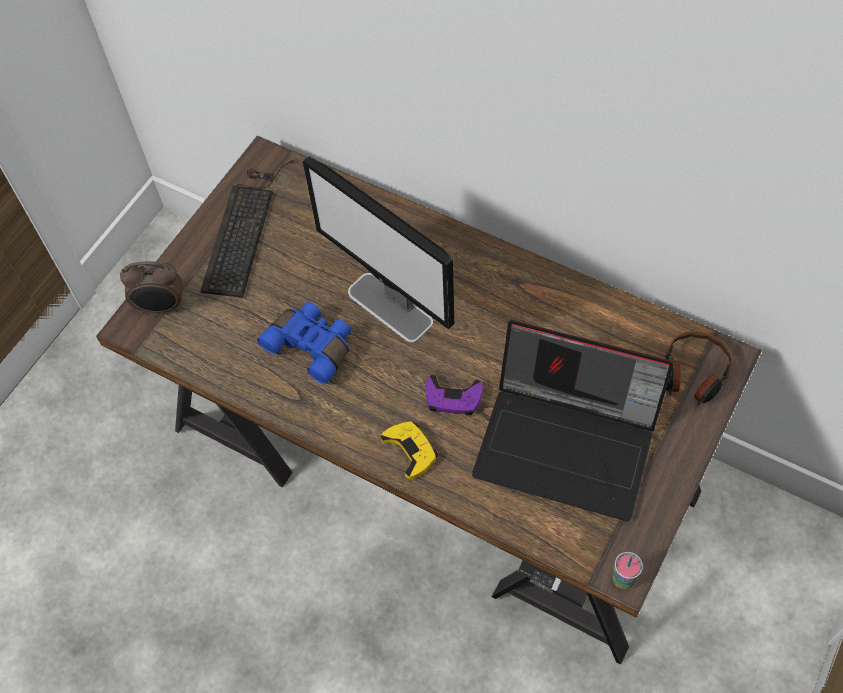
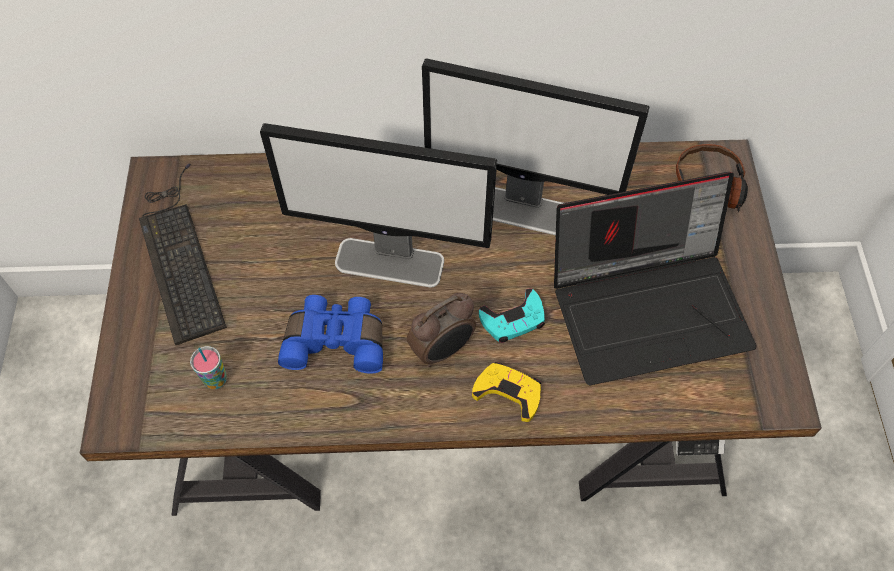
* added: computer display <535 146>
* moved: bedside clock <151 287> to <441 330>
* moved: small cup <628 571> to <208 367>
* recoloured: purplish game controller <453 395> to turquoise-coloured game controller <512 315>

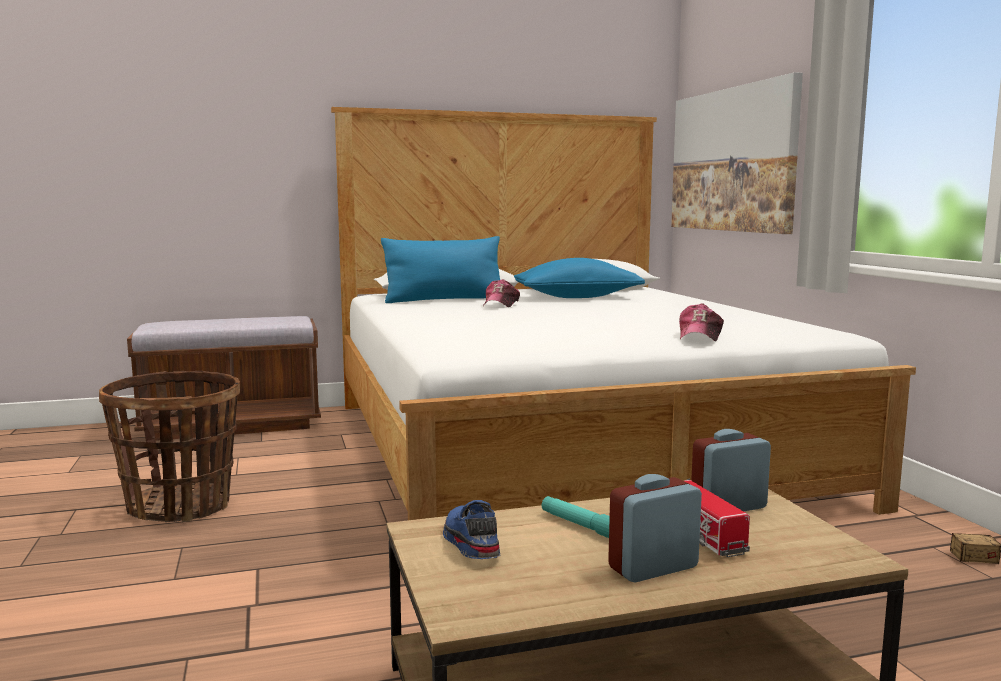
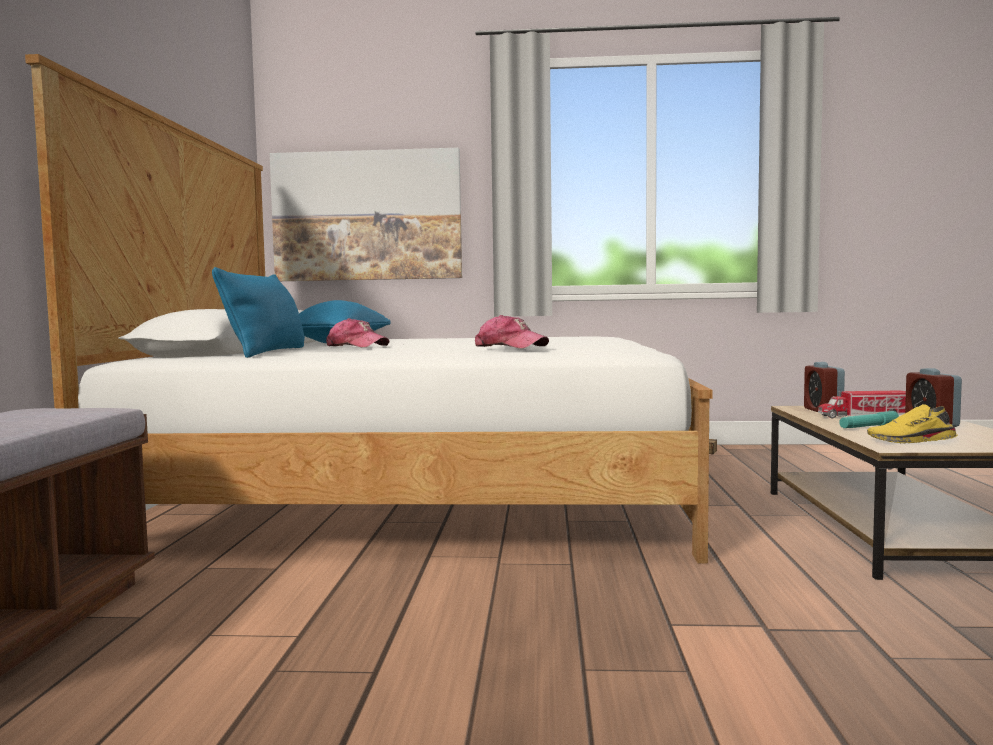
* removed: basket <169 446>
* moved: peaked cap <701 322> to <512 331>
* recoloured: blue-coloured low shoe <471 529> to yellow low shoe <912 424>

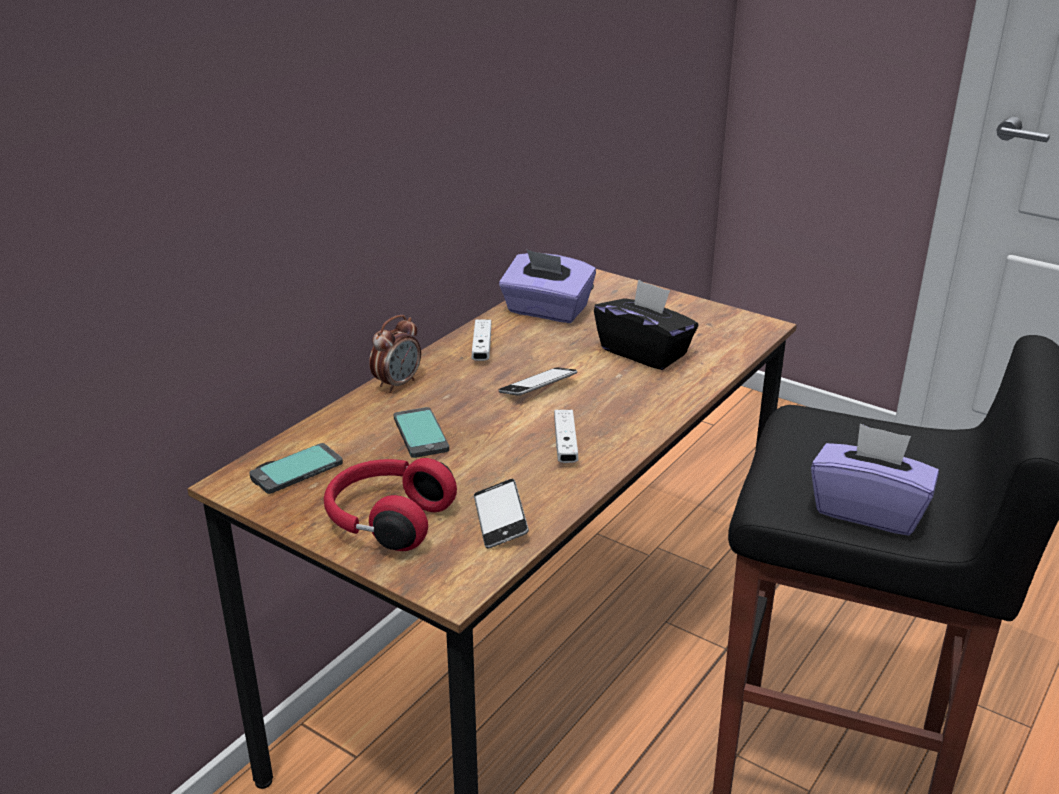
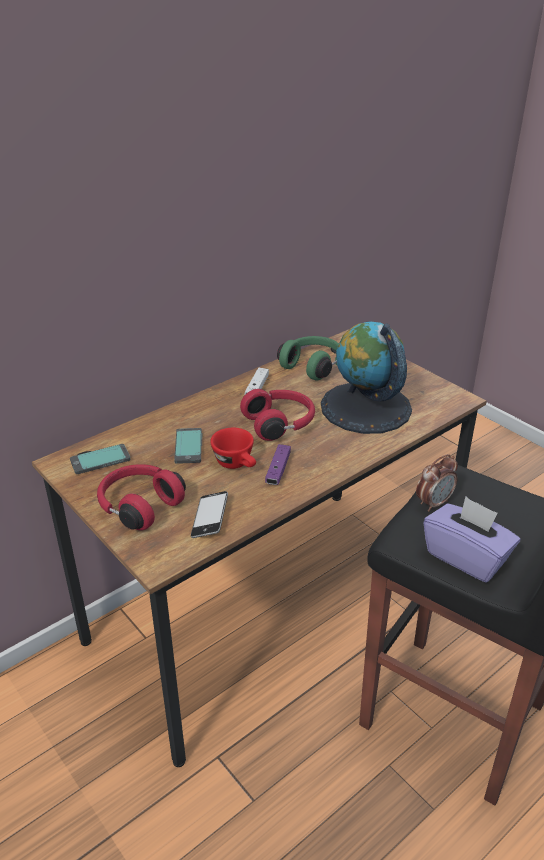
* added: red small cup <233 448>
* moved: bedside clock <395 354> to <437 483>
* replaced: purplish tissue box <547 286> to green headphones <308 358>
* replaced: handset <538 381> to red headphones <277 415>
* replaced: black-coloured tissue box <646 324> to world globe <366 378>
* recoloured: white-coloured game controller <566 436> to purplish game controller <278 464>

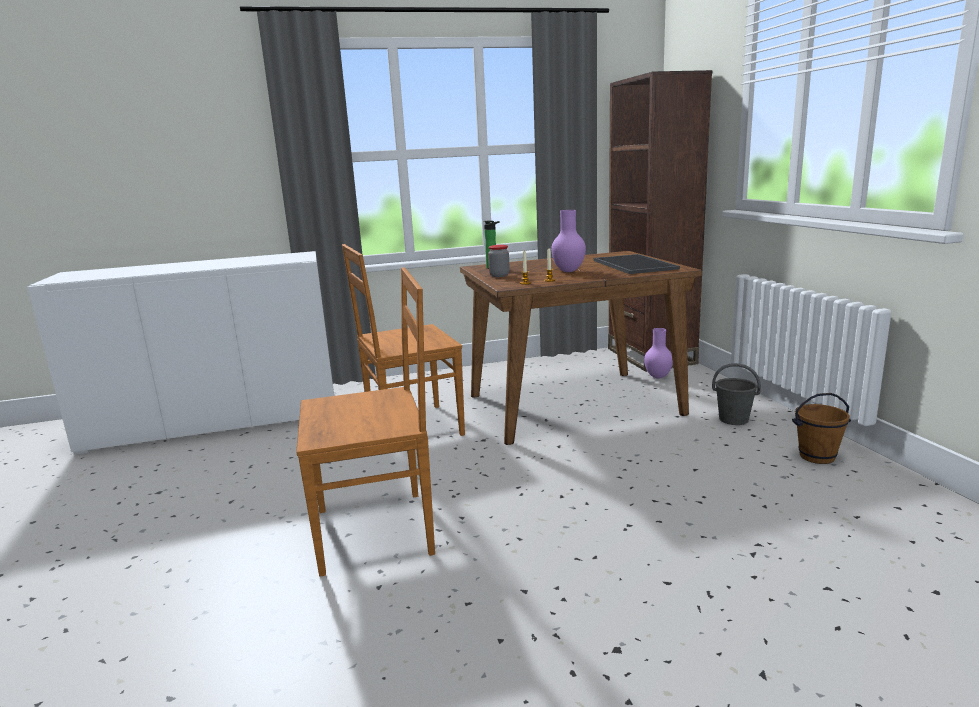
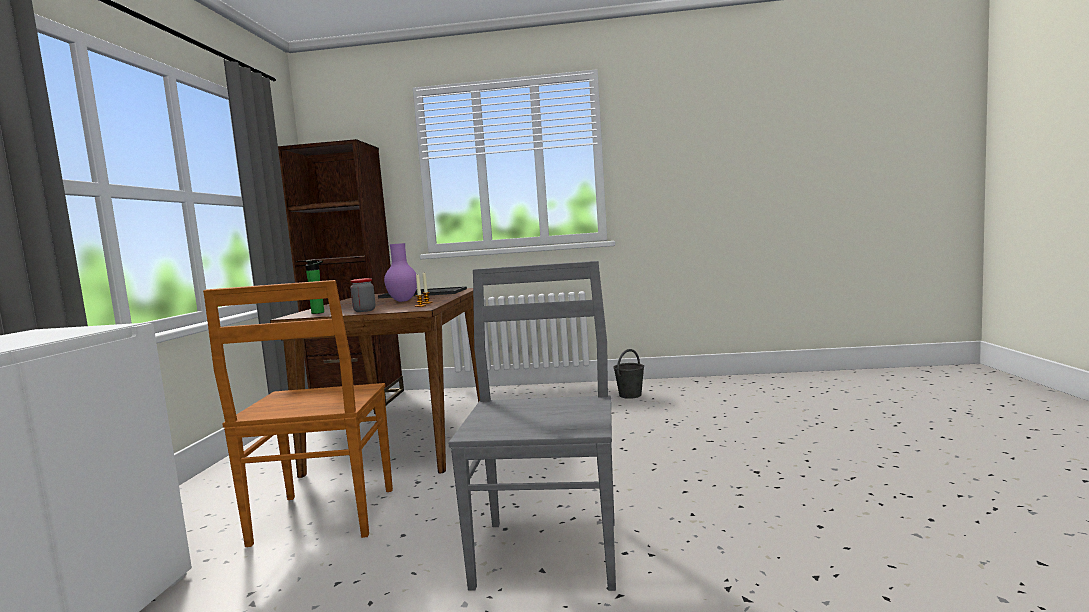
* removed: purplish decorative vase <658 353>
* removed: brownish pail <821 428>
* moved: gray pail <736 394> to <628 374>
* recoloured: brownish upright chair <365 422> to gray upright chair <532 426>

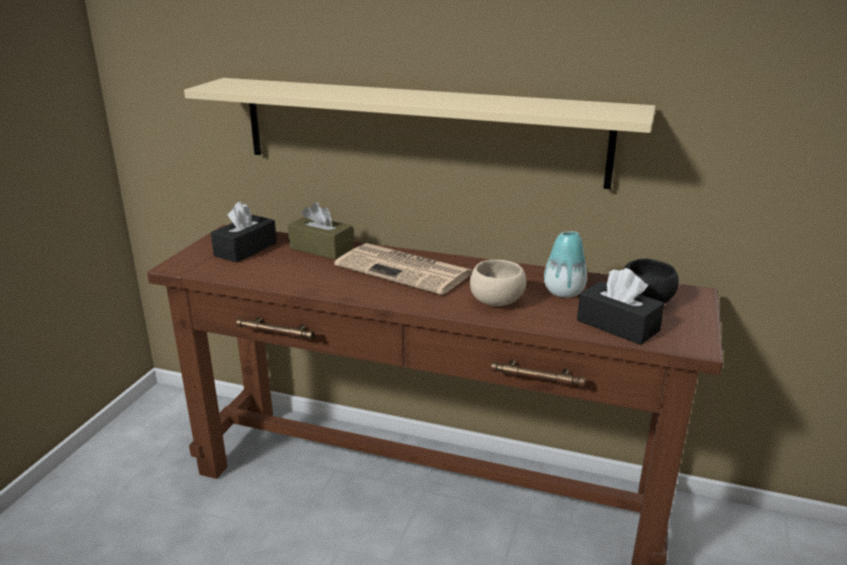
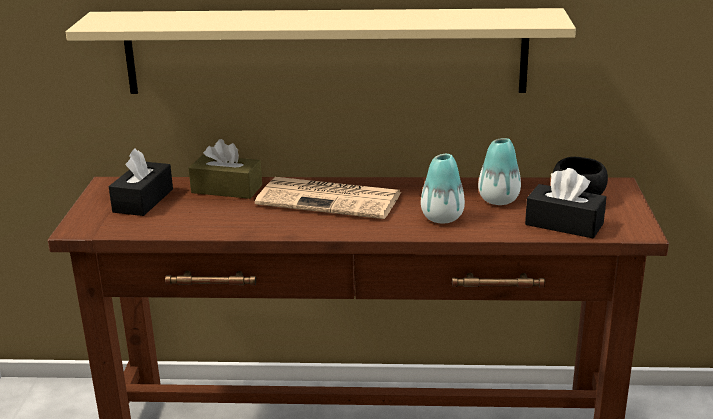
* replaced: beige-coloured deep dish <498 283> to decorative vase <443 188>

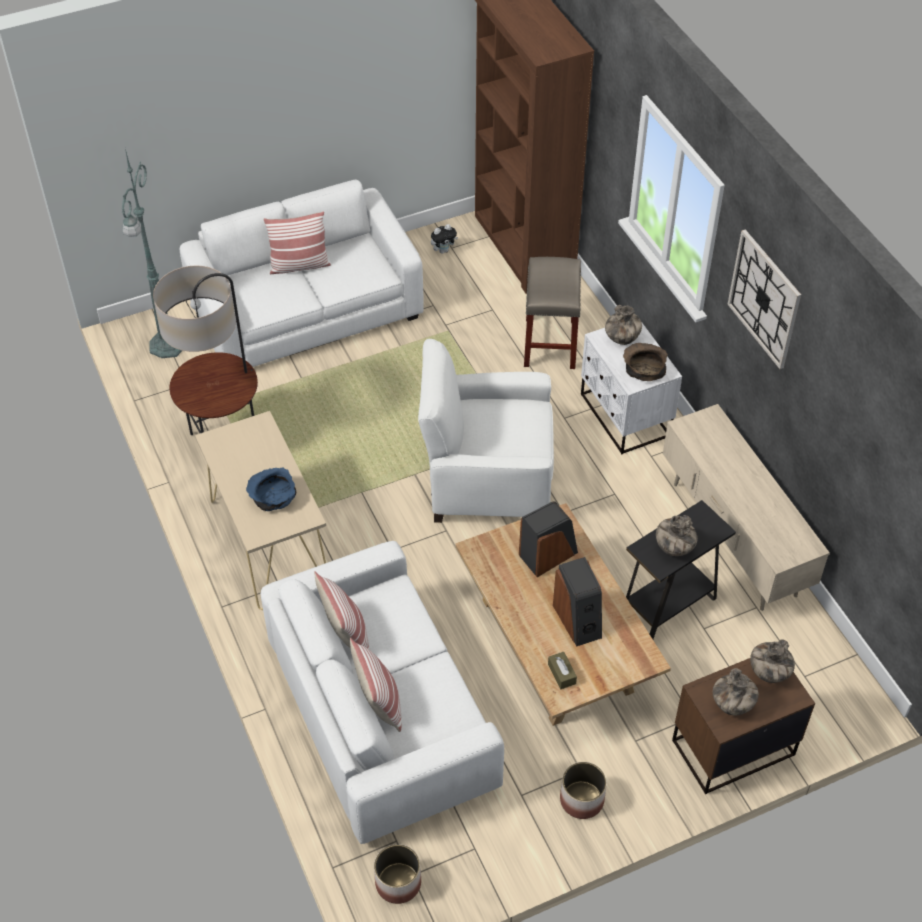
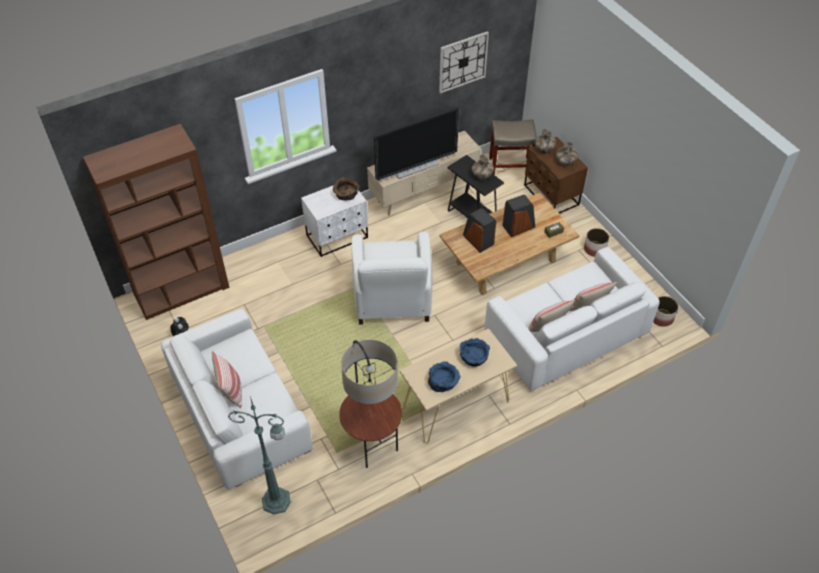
* removed: decorative vase <623 325>
* added: television <416 144>
* added: blue-coloured deep dish <444 376>
* moved: beige-coloured stool seat <552 313> to <513 147>
* moved: clock on the wall <764 299> to <464 62>

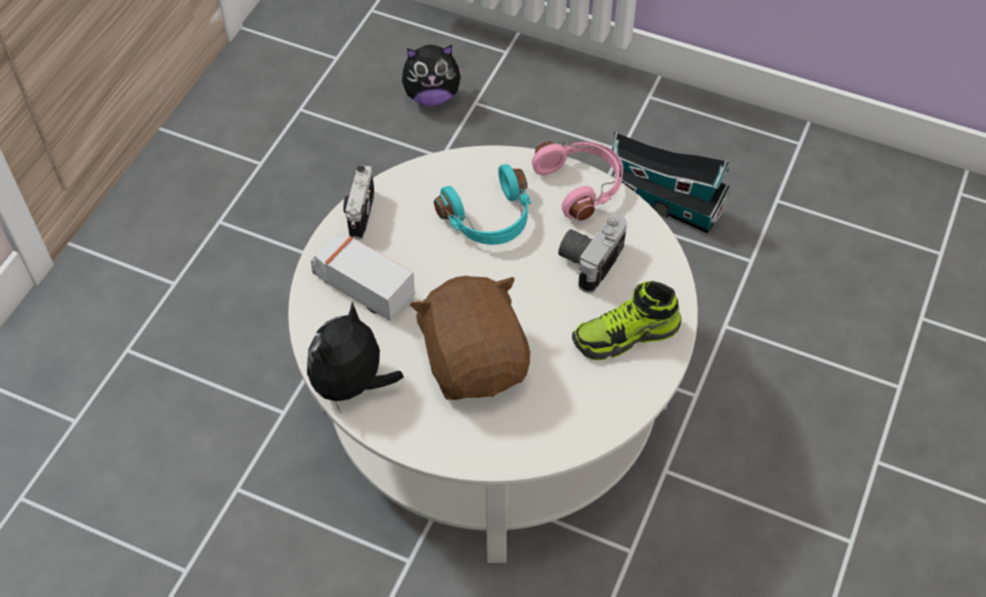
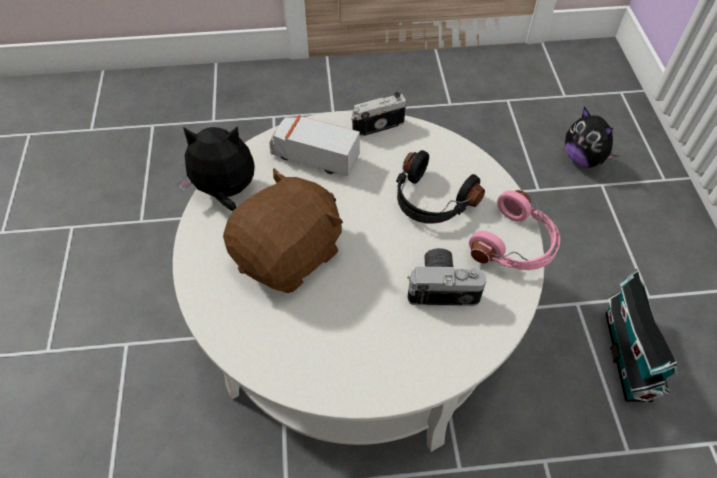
* removed: low shoe <626 320>
* recoloured: turquoise-coloured headphones <482 204> to black-coloured headphones <440 187>
* turned: toy lorry <363 277> = <314 145> 75 degrees counterclockwise

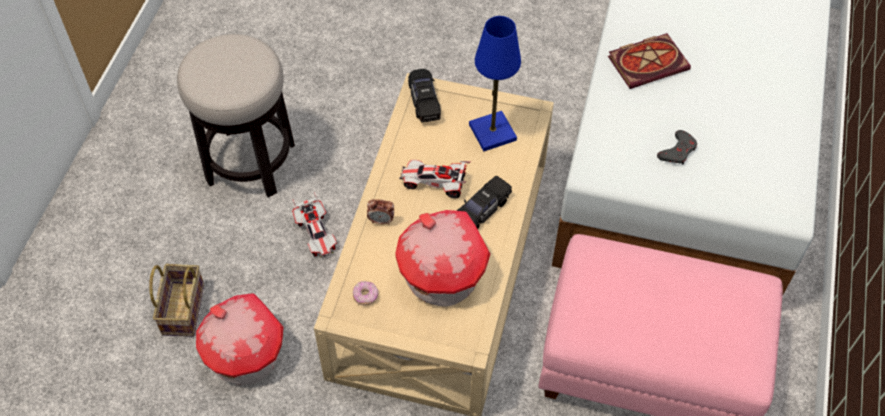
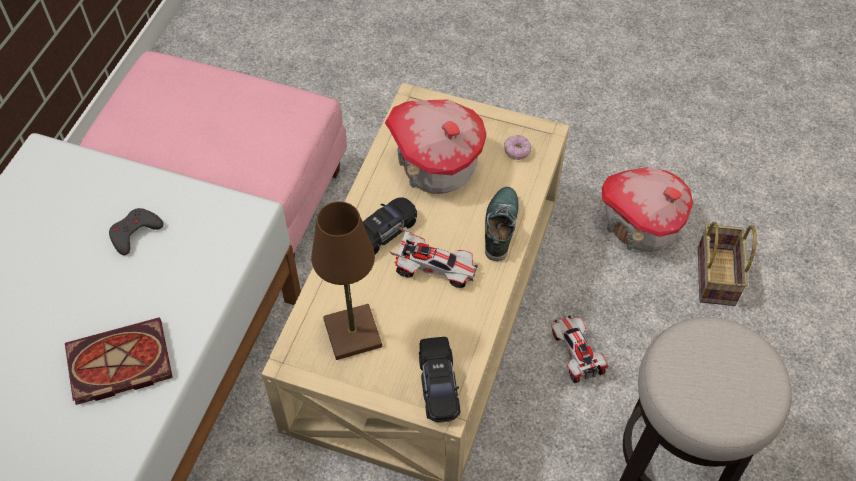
* replaced: bedside clock <380 212> to low shoe <502 224>
* recoloured: blue-coloured tabletop lamp <495 83> to brownish tabletop lamp <346 280>

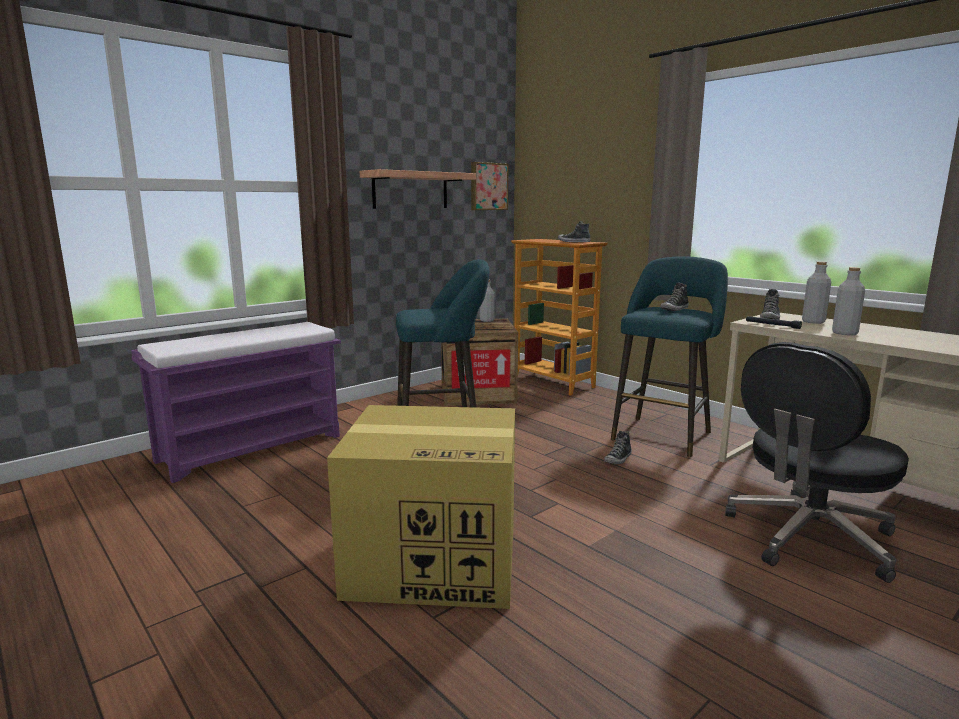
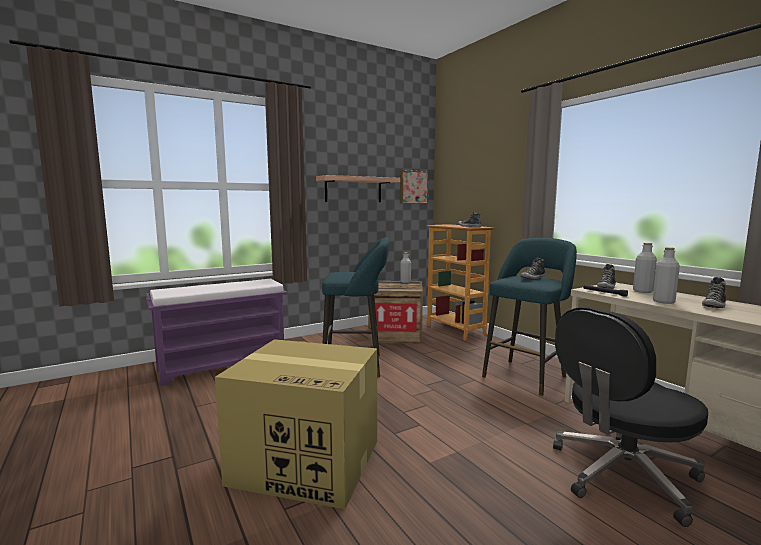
* moved: low shoe <618 447> to <714 292>

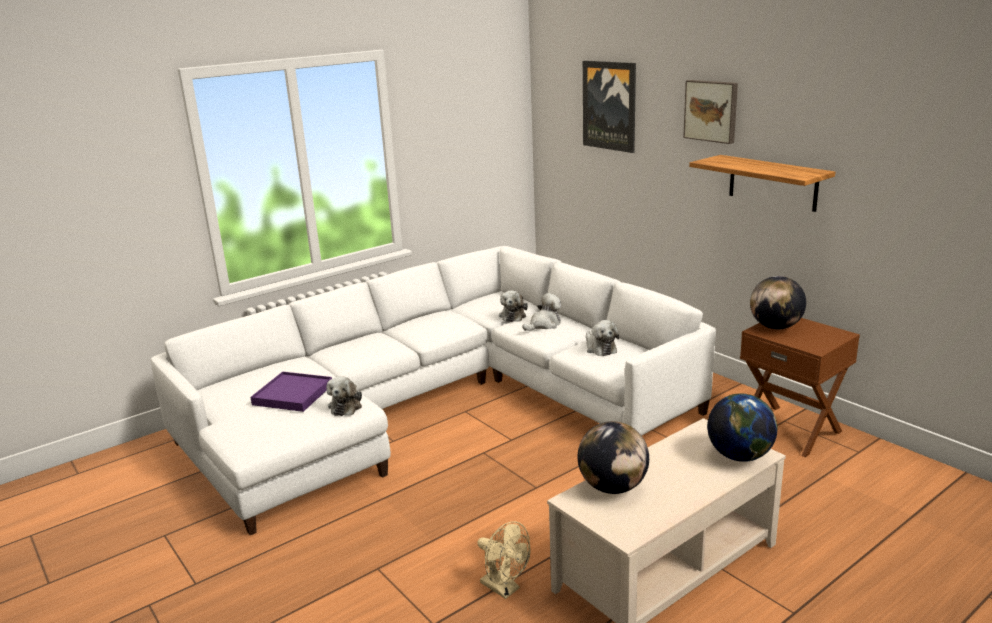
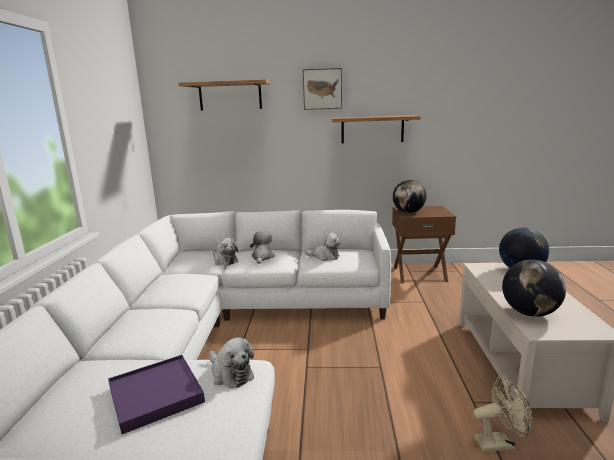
* replaced: picture <609 107> to wall shelf <224 95>

